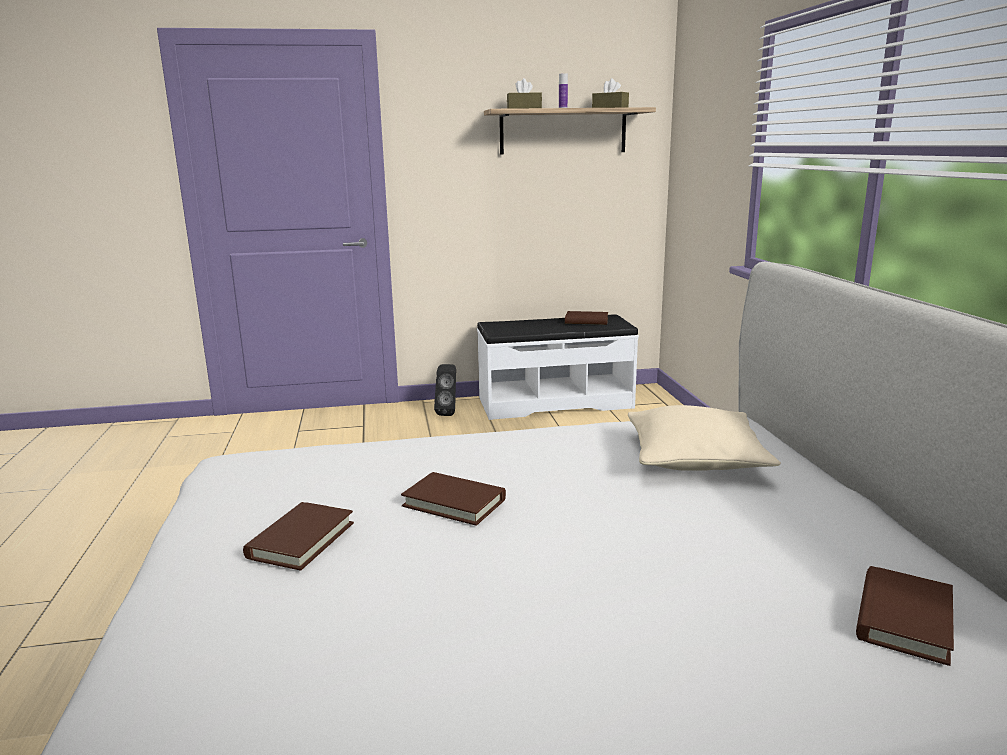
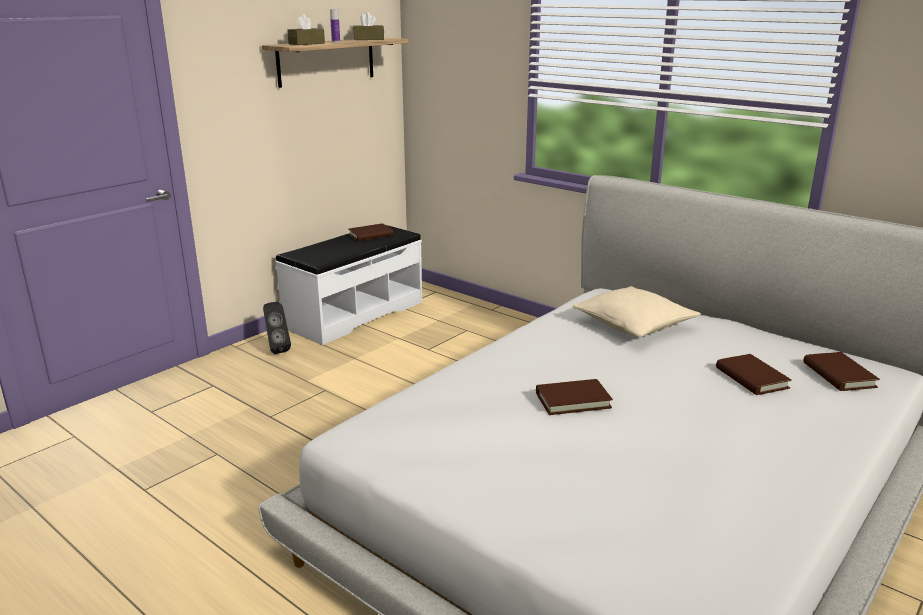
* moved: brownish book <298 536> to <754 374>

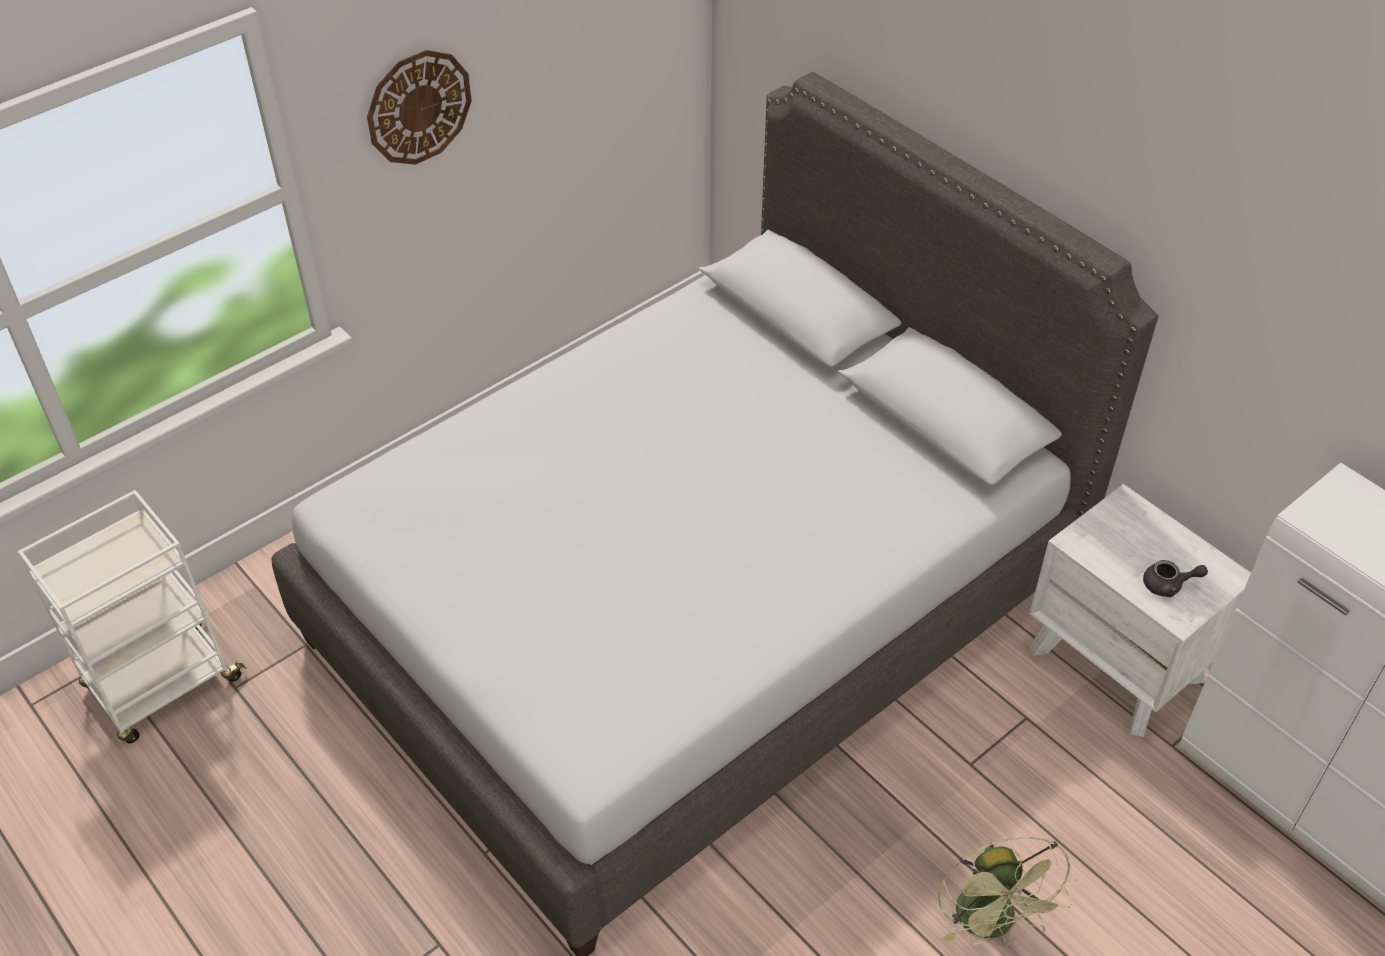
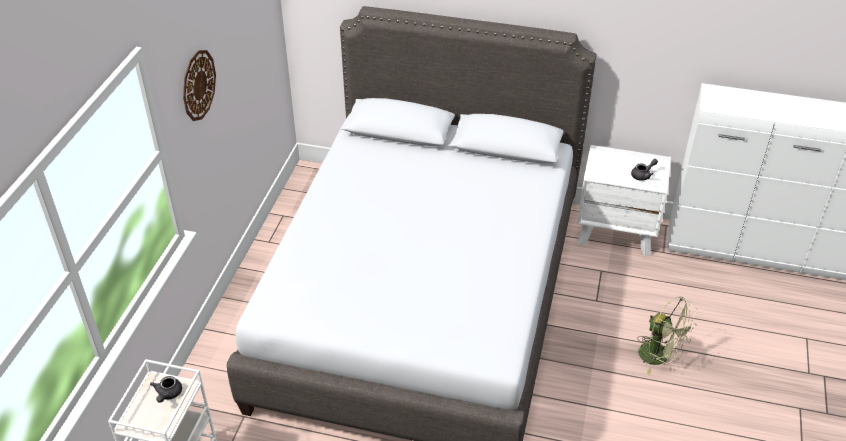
* added: gray tea pot <166 389>

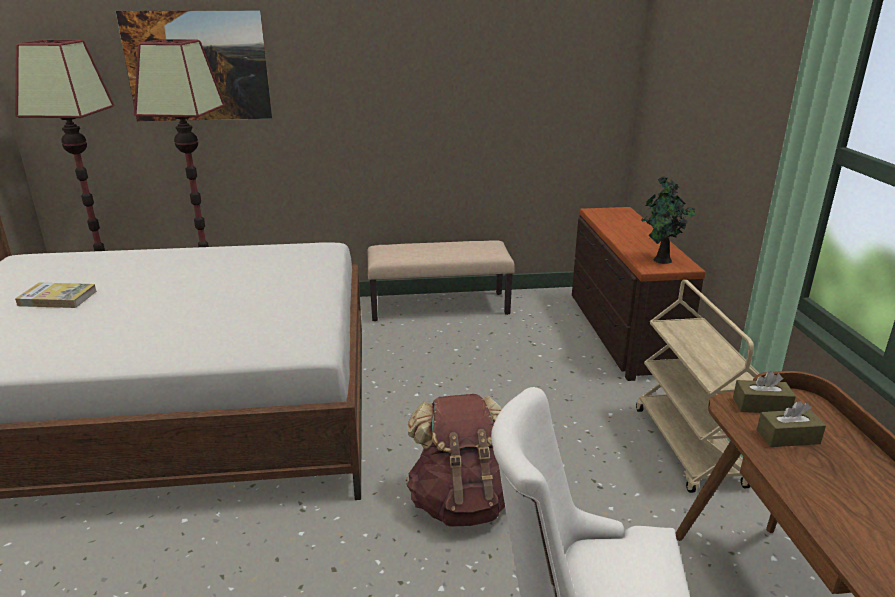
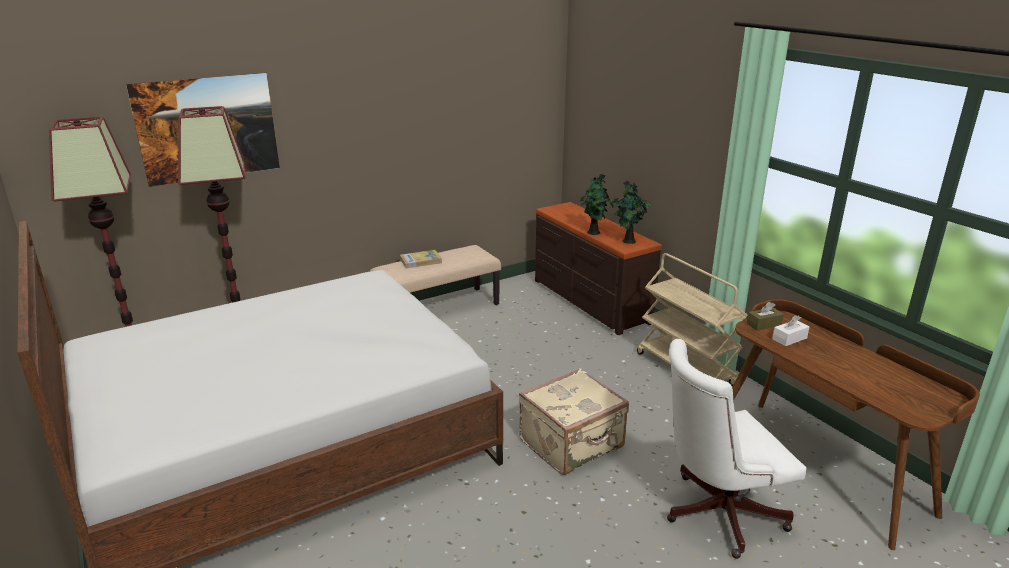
* added: houseplant <597 204>
* moved: book <56 295> to <421 259>
* replaced: brownish knapsack <455 460> to beige-coloured travel case <574 421>
* recoloured: brownish tissue box <791 424> to white-coloured tissue box <790 330>

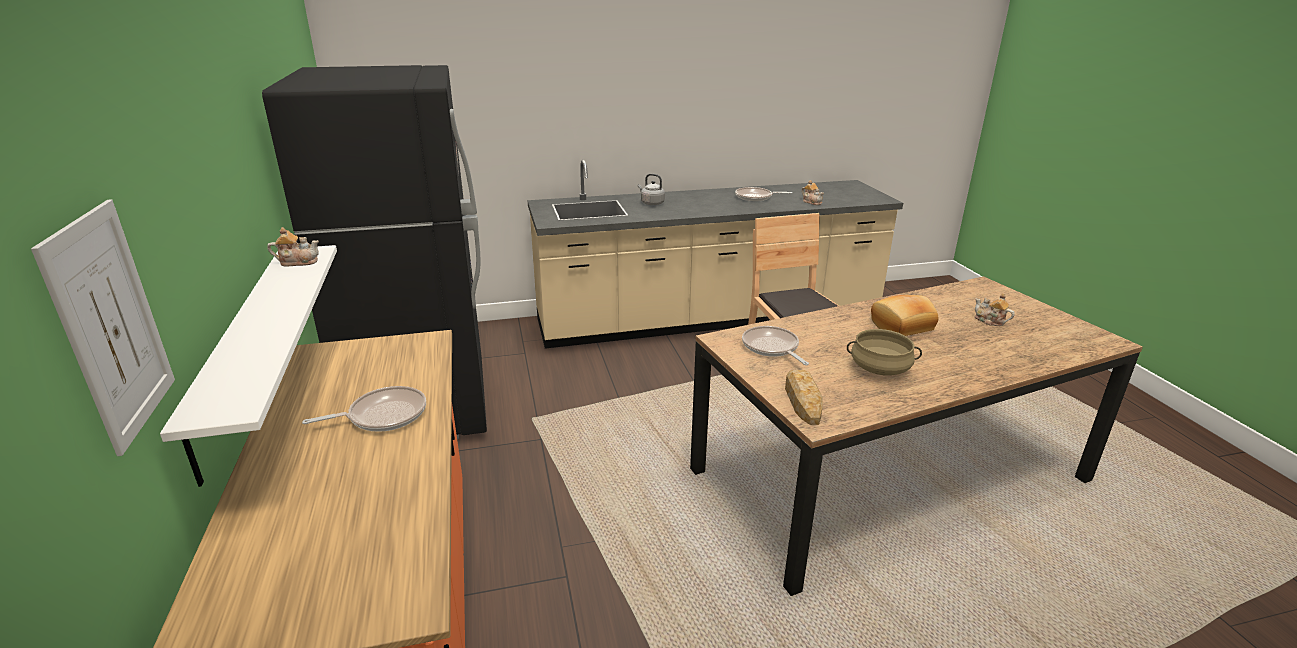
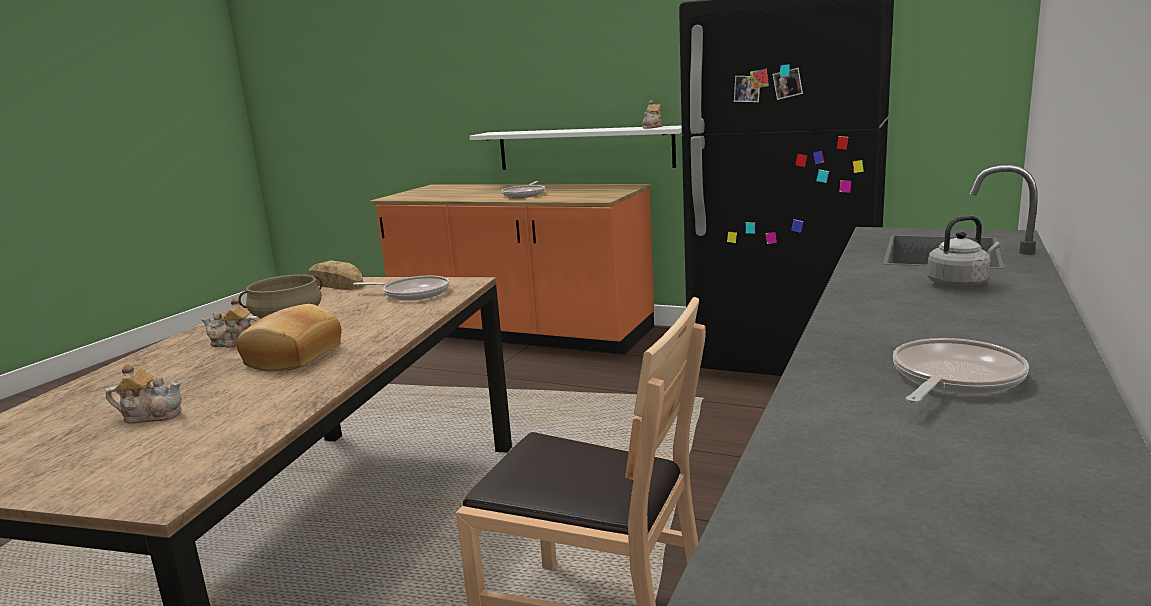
* removed: picture <103 327>
* moved: tea pot <812 192> to <230 322>

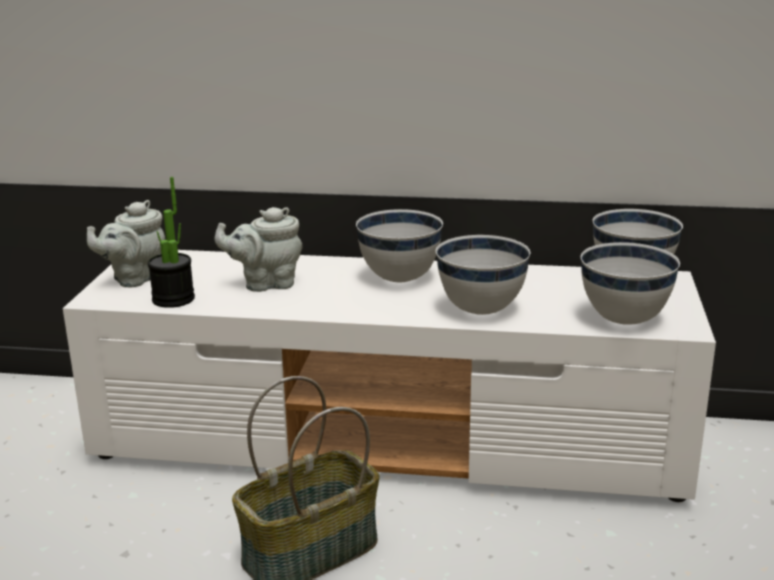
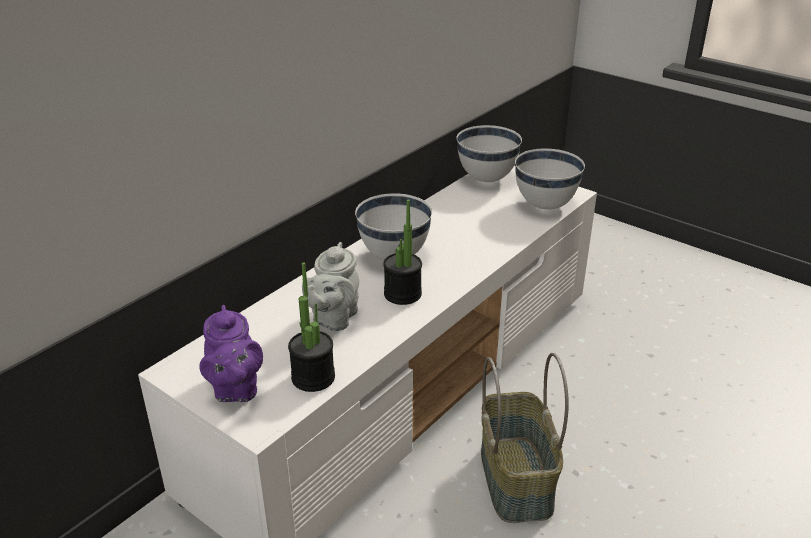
* removed: white-coloured deep dish <483 275>
* added: houseplant <402 252>
* recoloured: gray tea pot <126 243> to purplish tea pot <231 353>

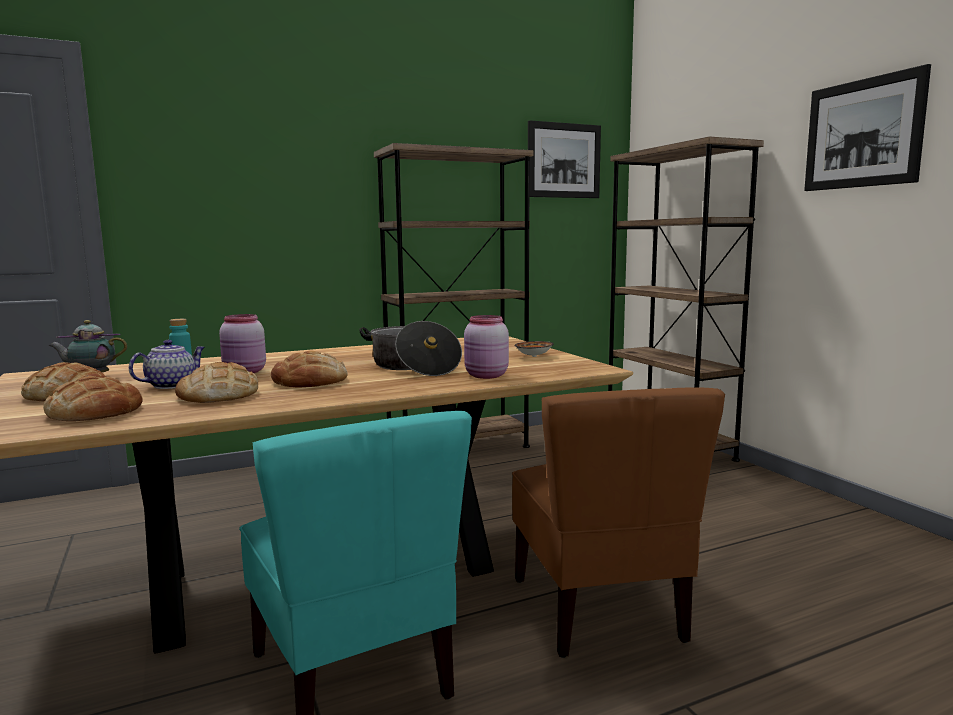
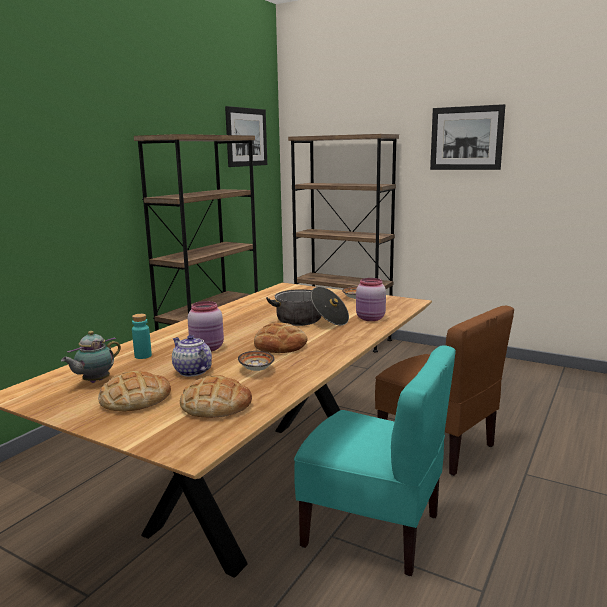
* replaced: baked bread <216 382> to deep dish <256 361>
* turned: tea pot <167 364> = <192 356> 45 degrees counterclockwise

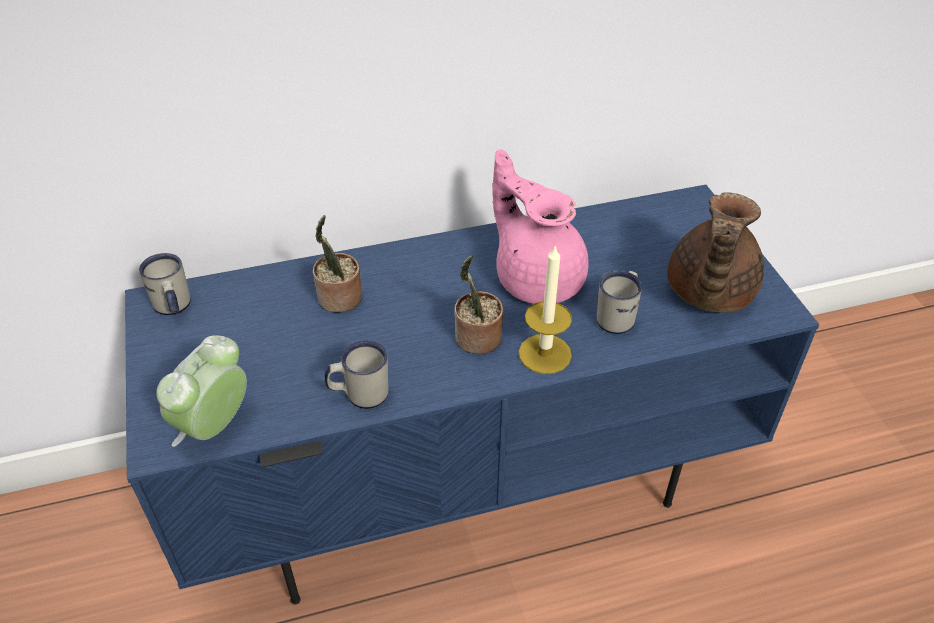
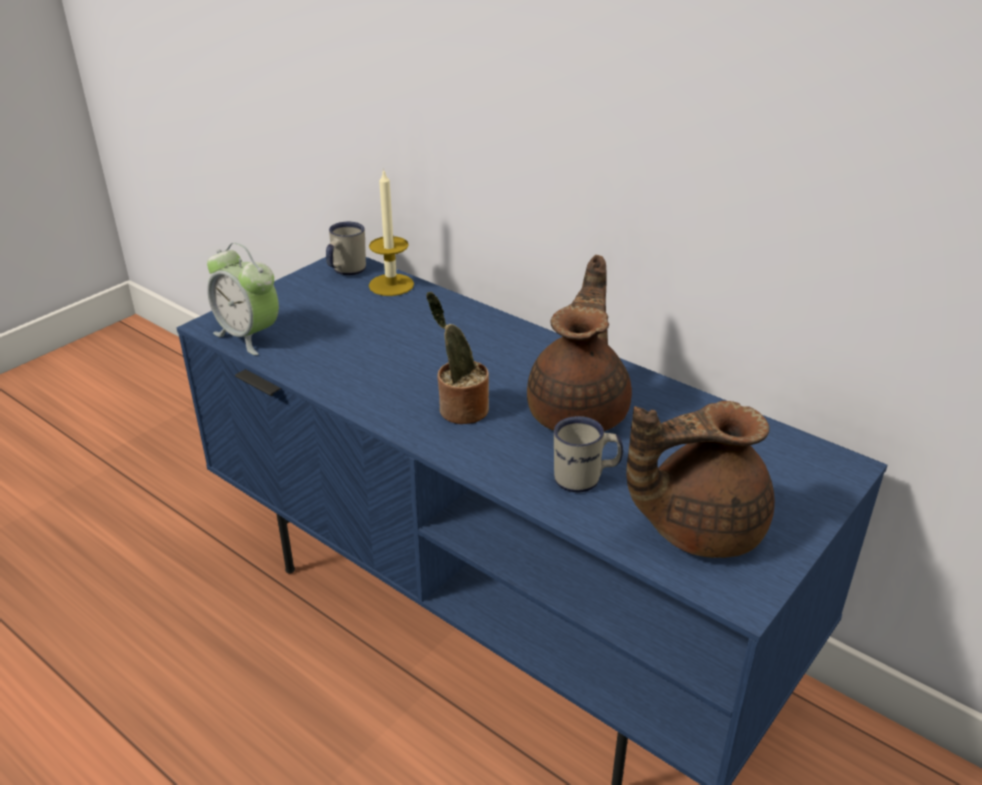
* removed: houseplant <337 263>
* removed: white-coloured tea mug <356 374>
* moved: wax candle <545 309> to <391 232>
* recoloured: pinkish tea pot <540 226> to brownish tea pot <579 343>
* turned: bedside clock <201 391> = <243 298> 135 degrees counterclockwise

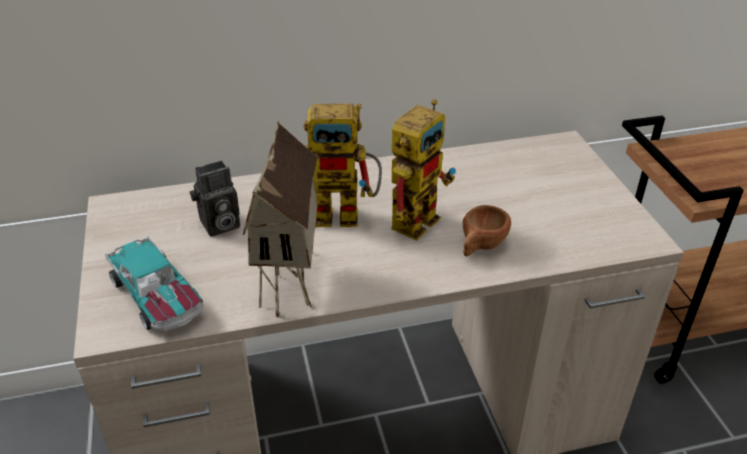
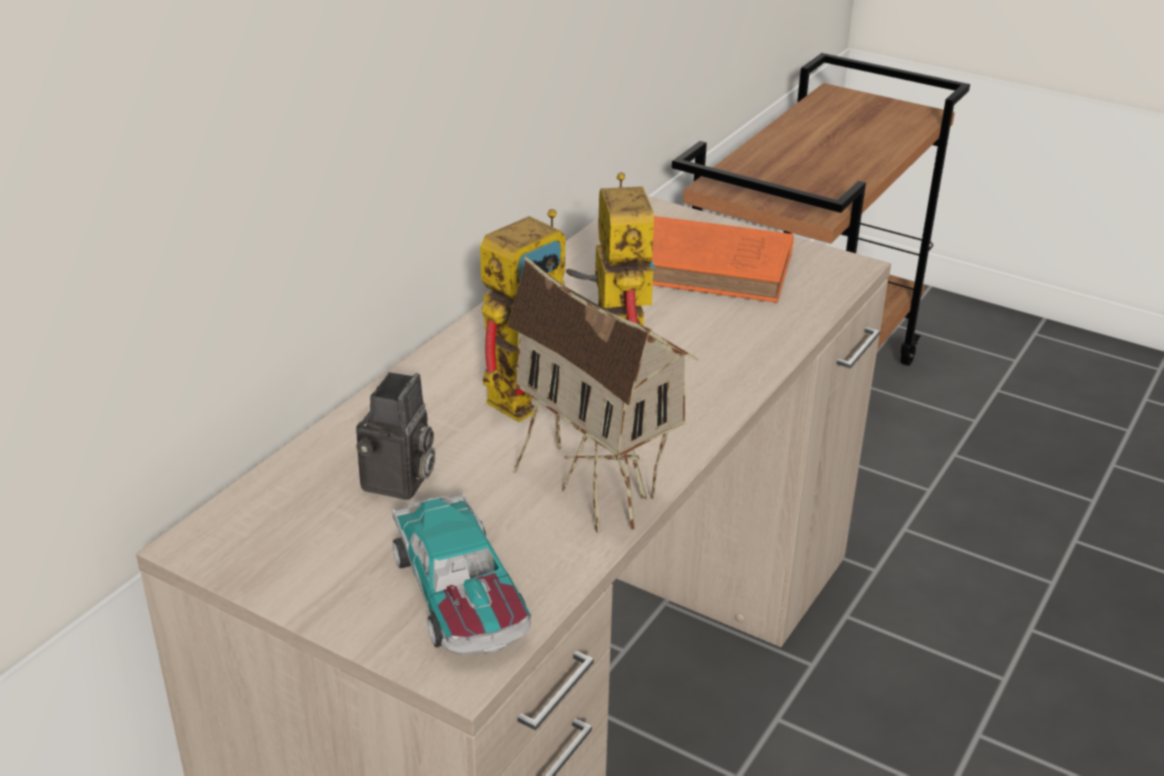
* removed: brownish small cup <487 230>
* added: orangey book <722 259>
* turned: toy car <154 284> = <461 574> 60 degrees clockwise

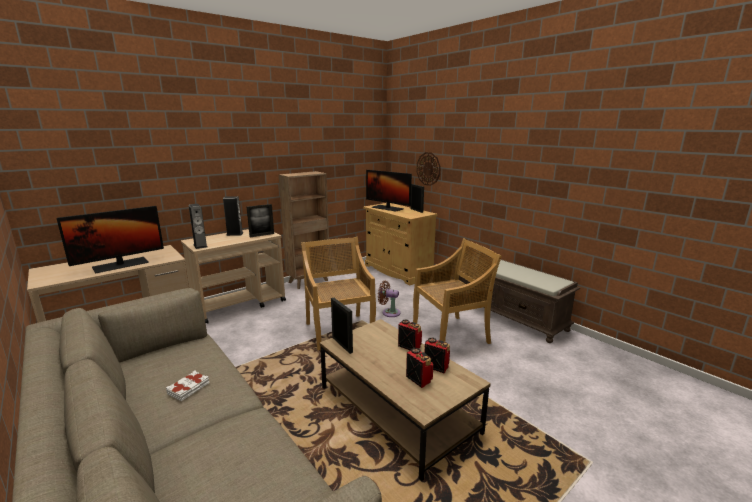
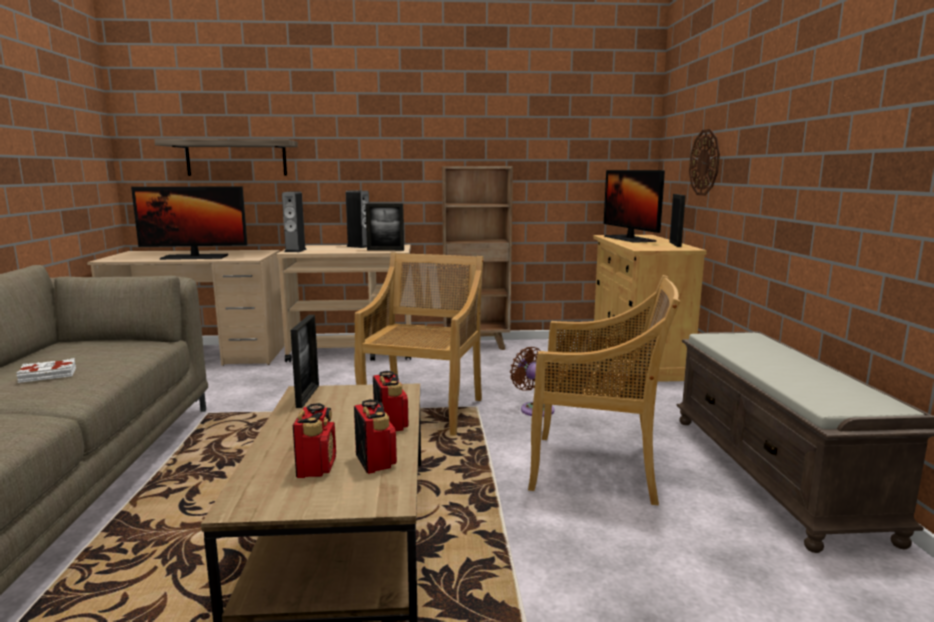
* added: wall shelf <226 157>

